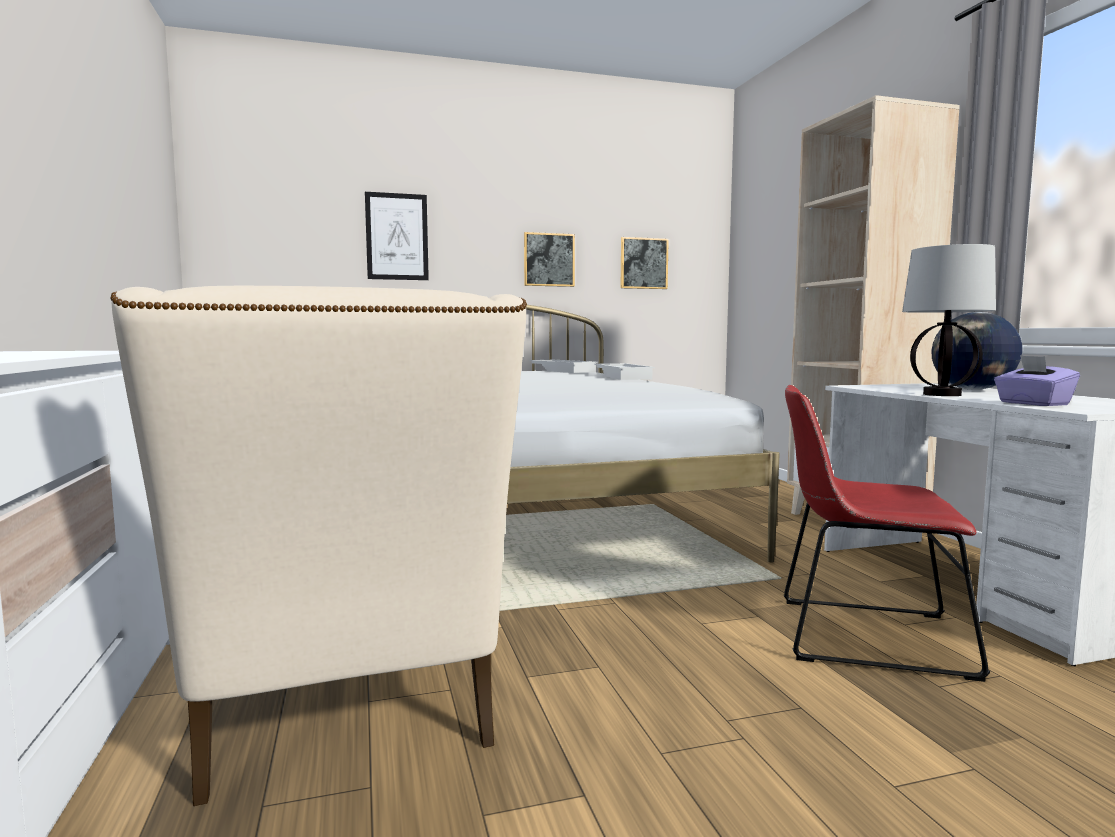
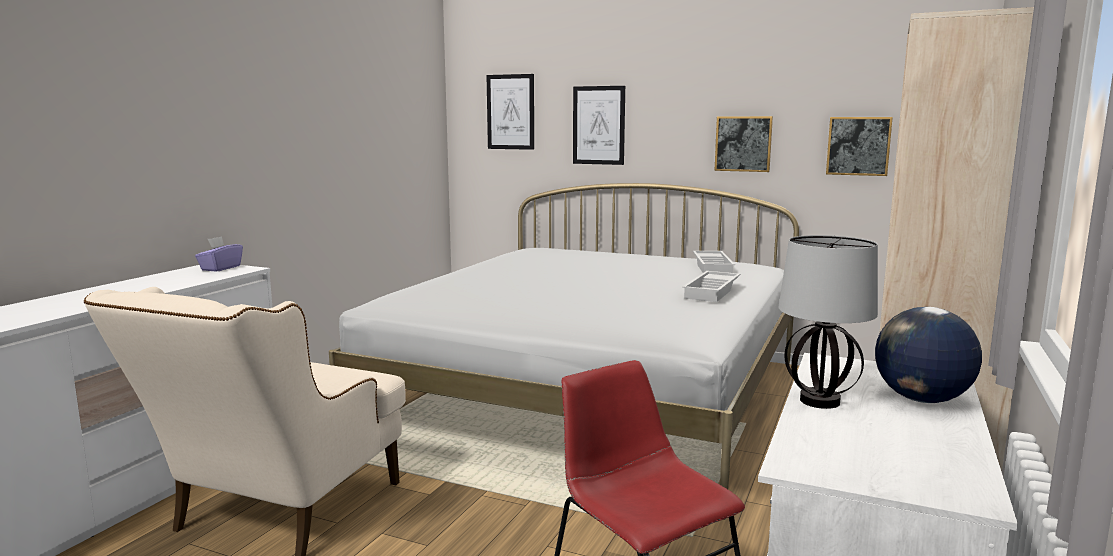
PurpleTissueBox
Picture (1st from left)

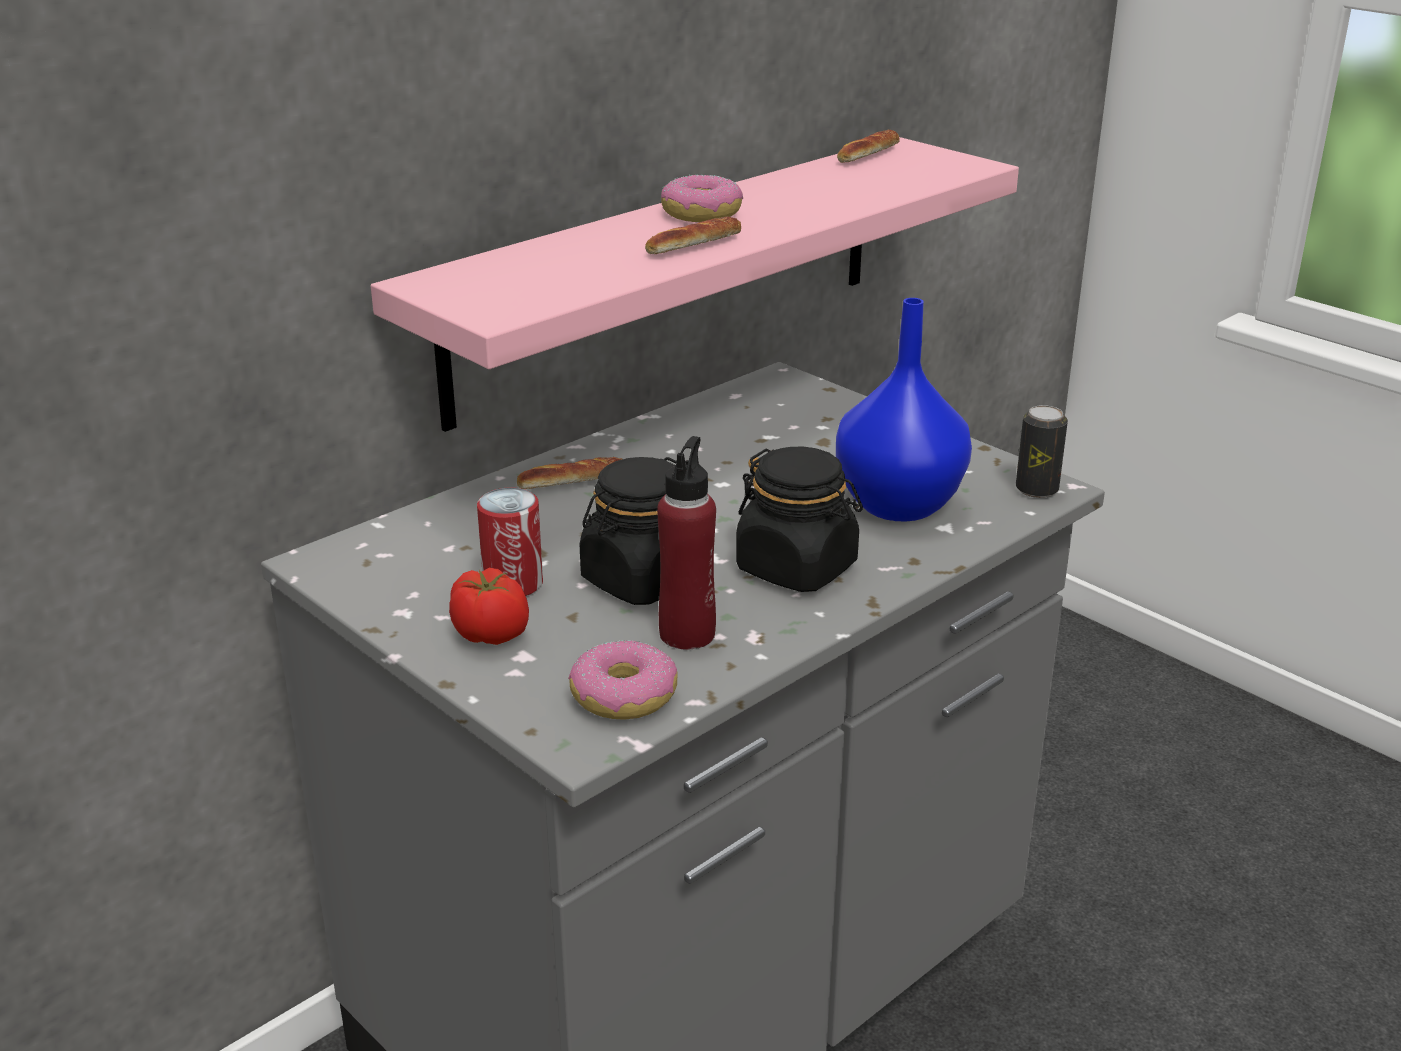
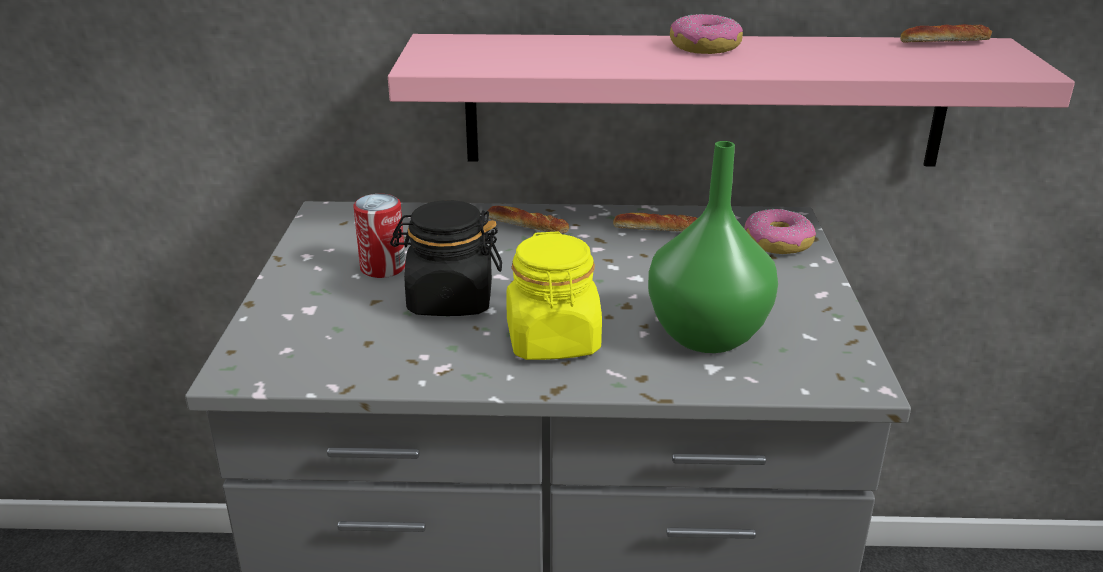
Tomato
Donut (2nd from left)
Bread (2nd from left)
RedBottle
YellowJar
GreenVase
Can (2nd from left in the first image)

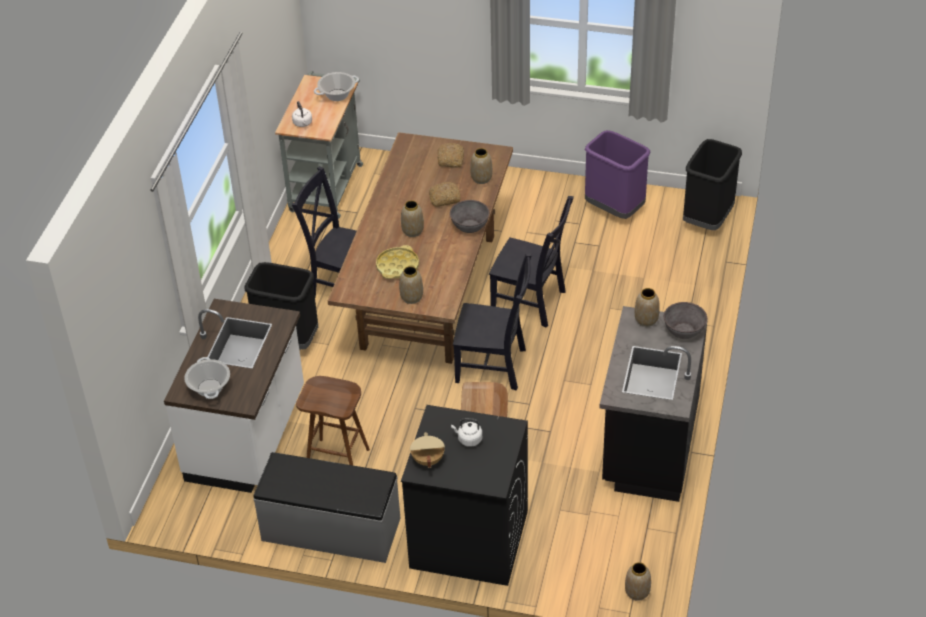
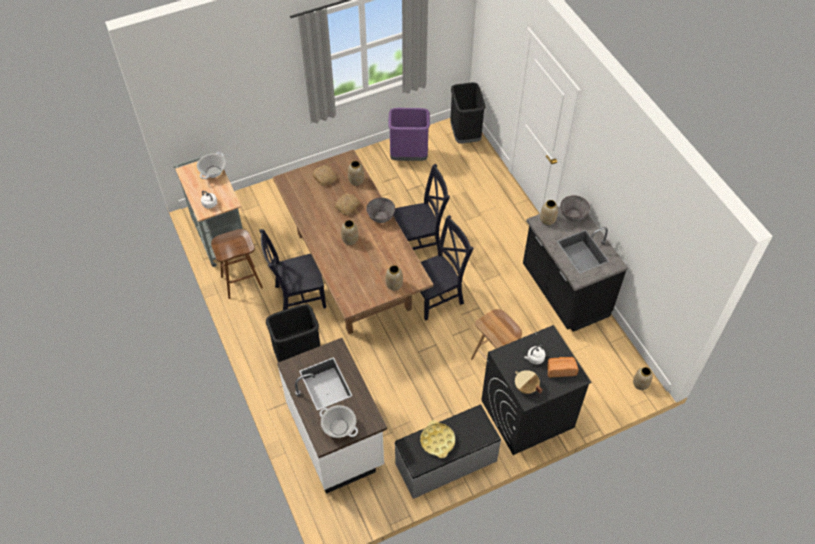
BrownStool (1st from left)
YellowTray
Bread (3rd from left)

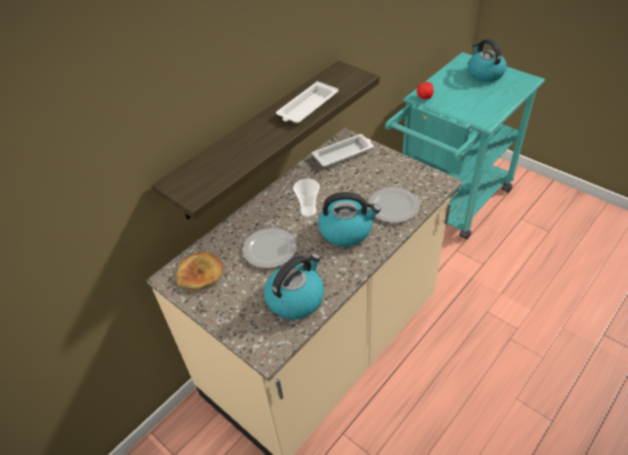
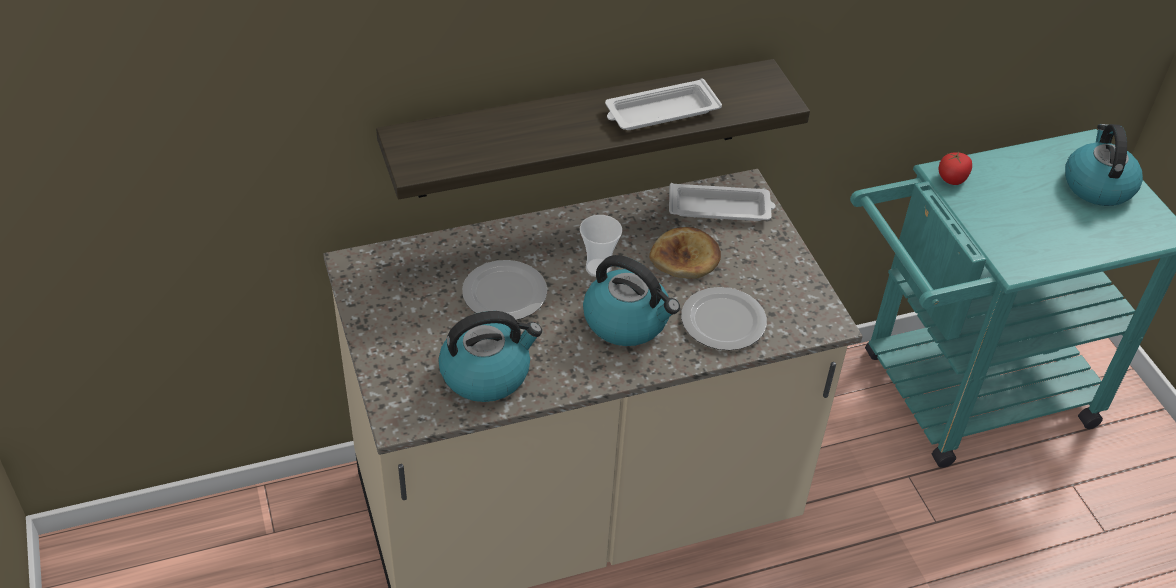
Bread

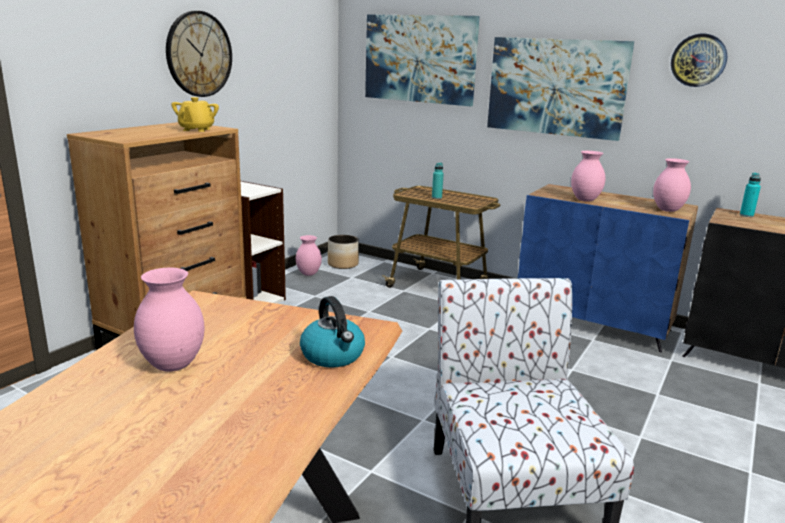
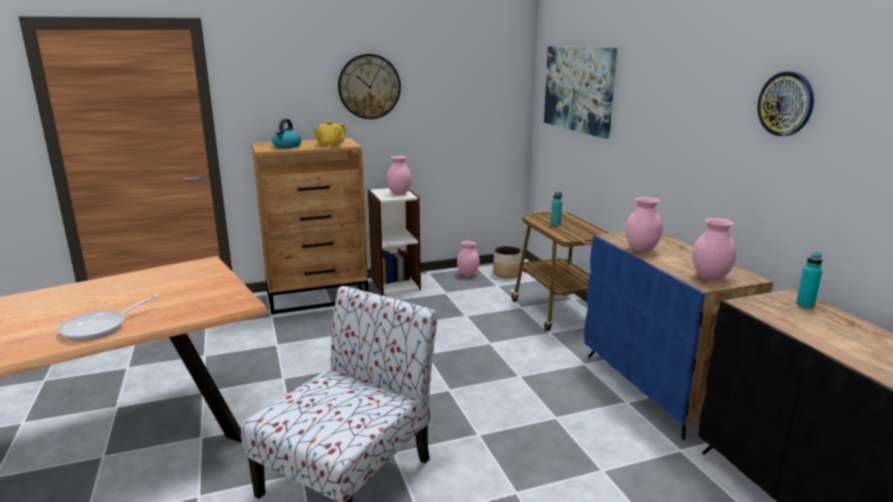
PinkVase (1st from left)
Kettle
Picture (2nd from left in the first image)
FryingPan

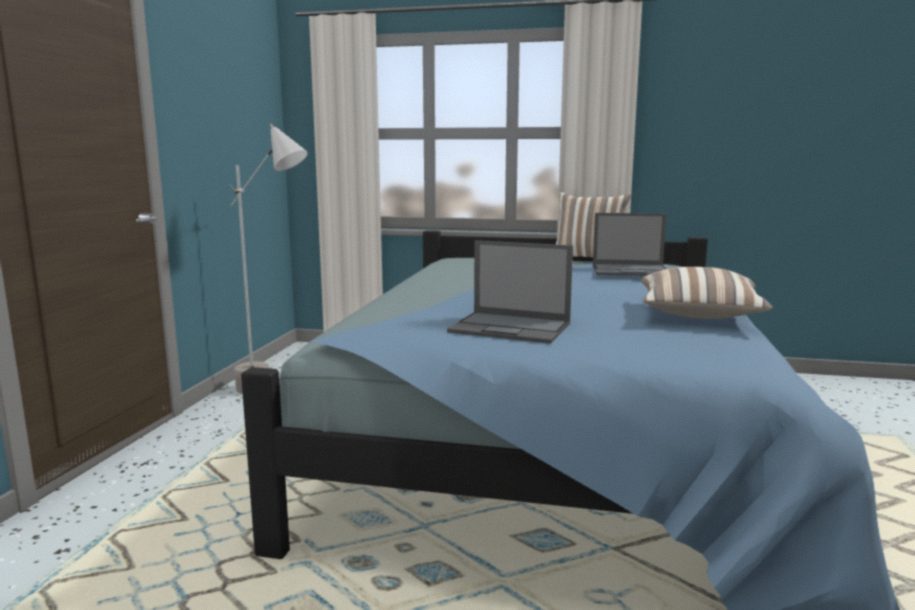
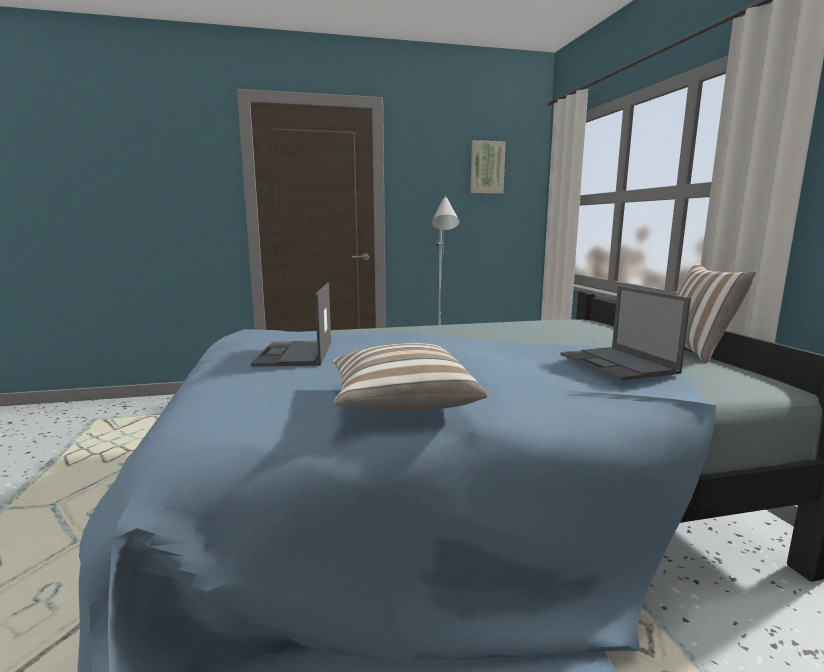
Picture

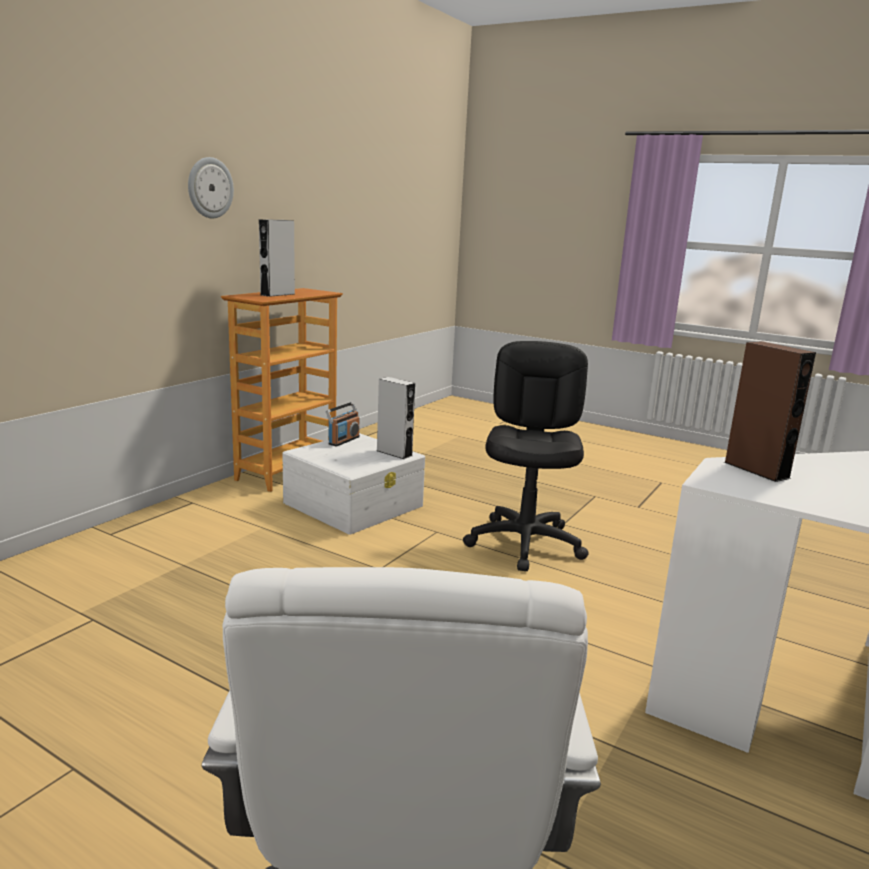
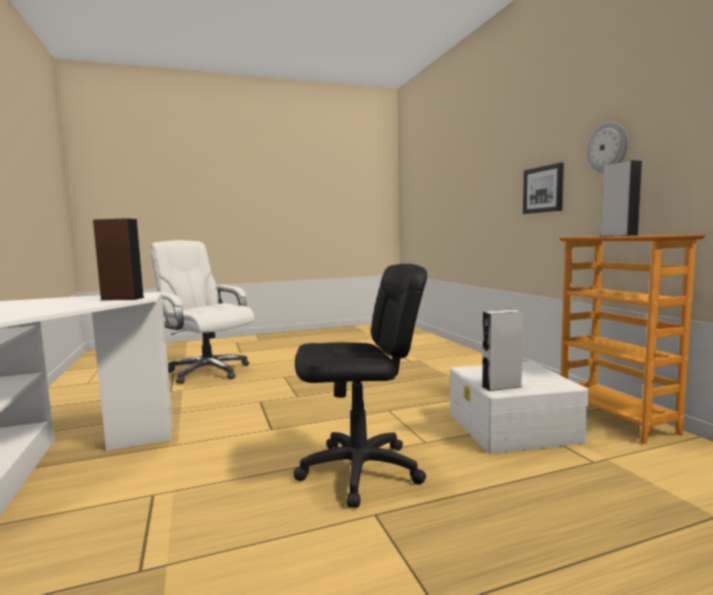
Radio
BlackOfficeChair
Picture

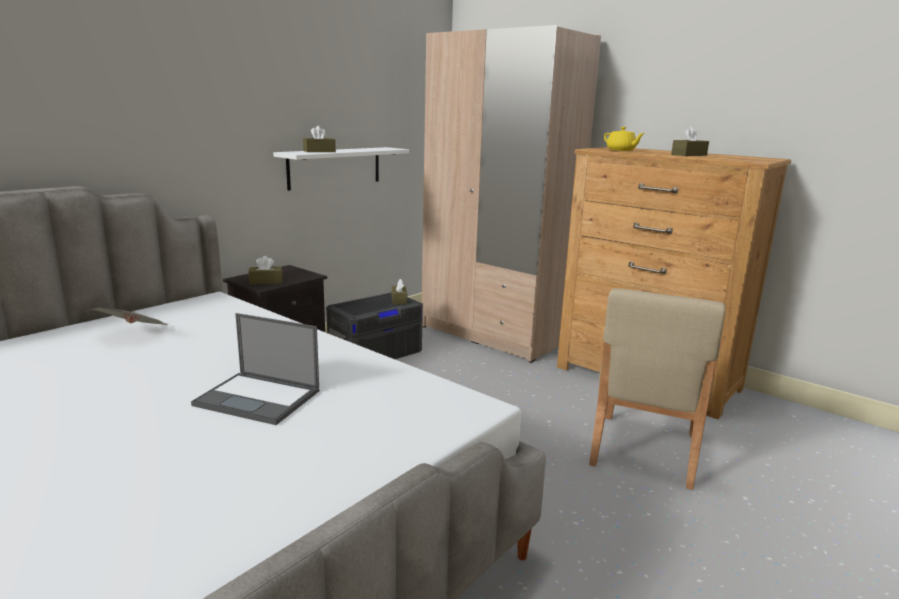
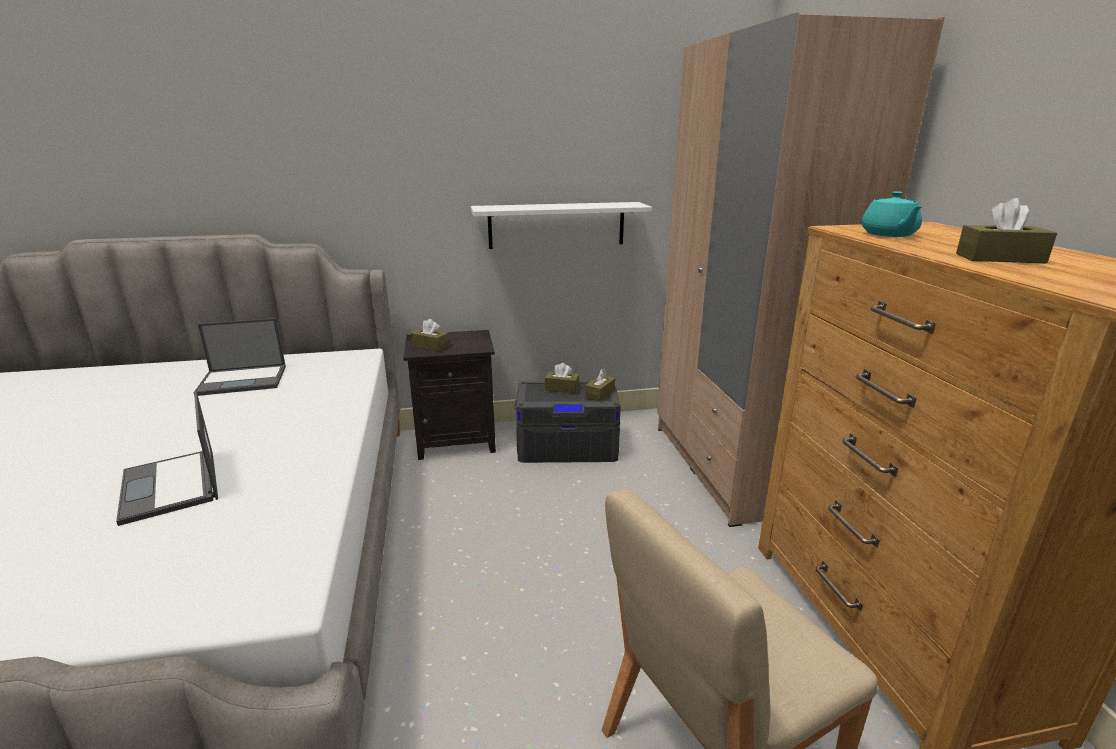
Laptop (2nd from left)
BrownTissueBox (2nd from left)
TurquoiseTeapot

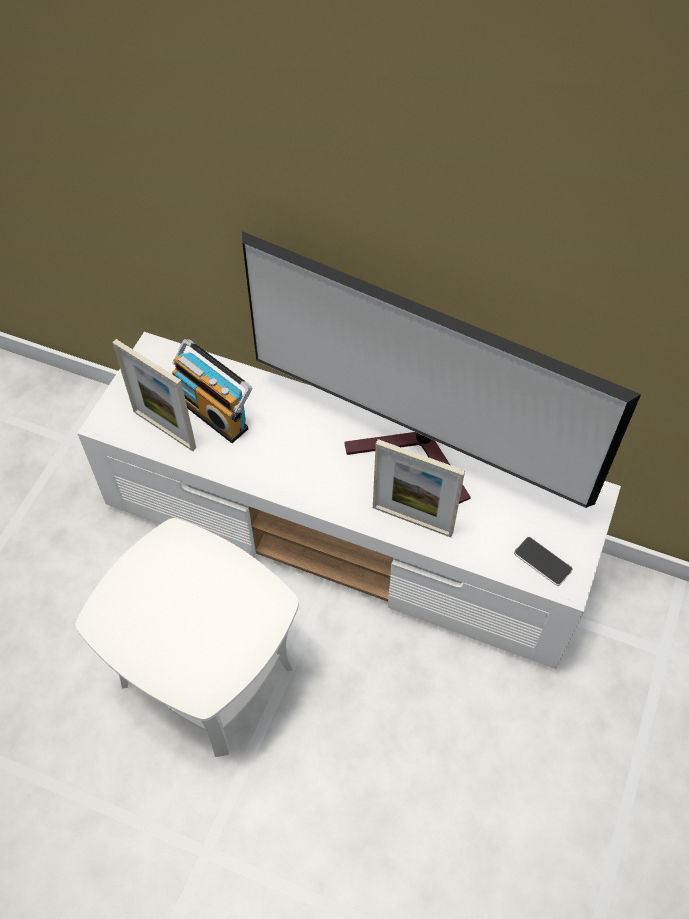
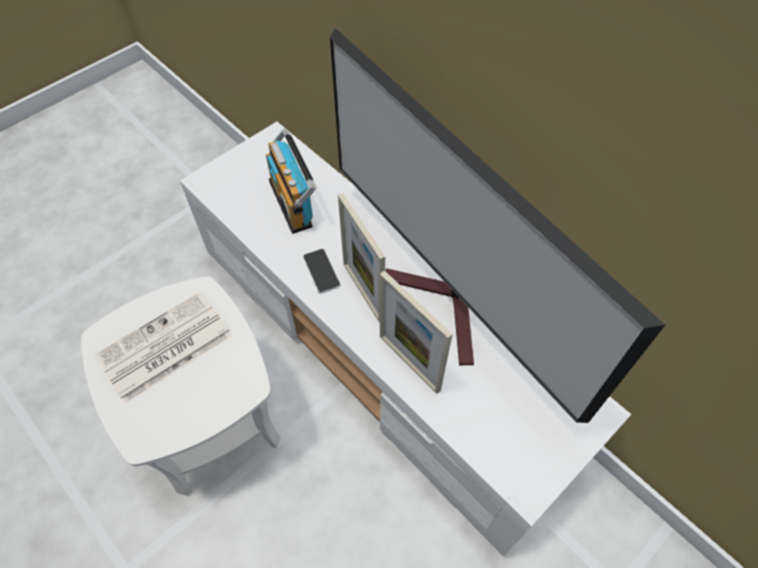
PictureFrame (1st from left)
Phone
Newspaper

